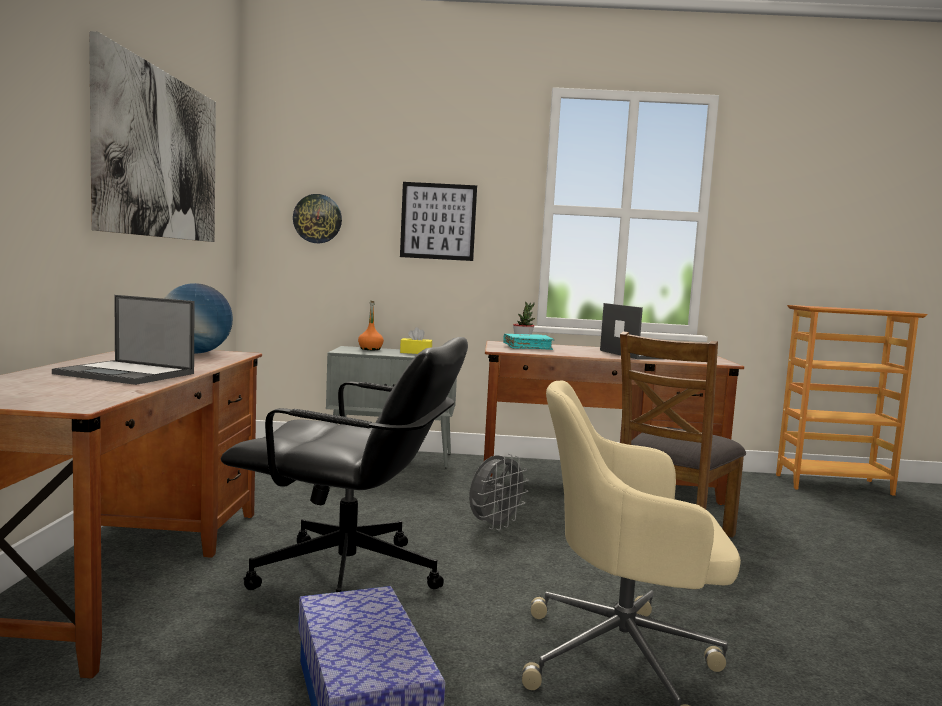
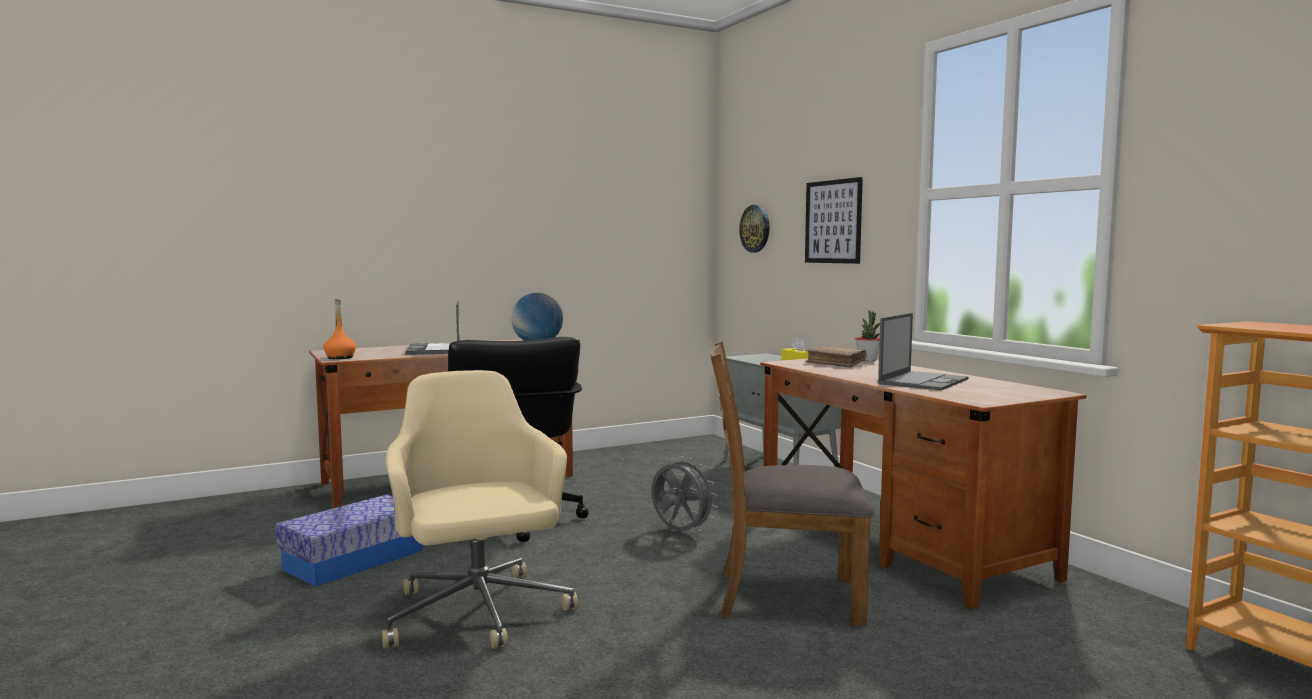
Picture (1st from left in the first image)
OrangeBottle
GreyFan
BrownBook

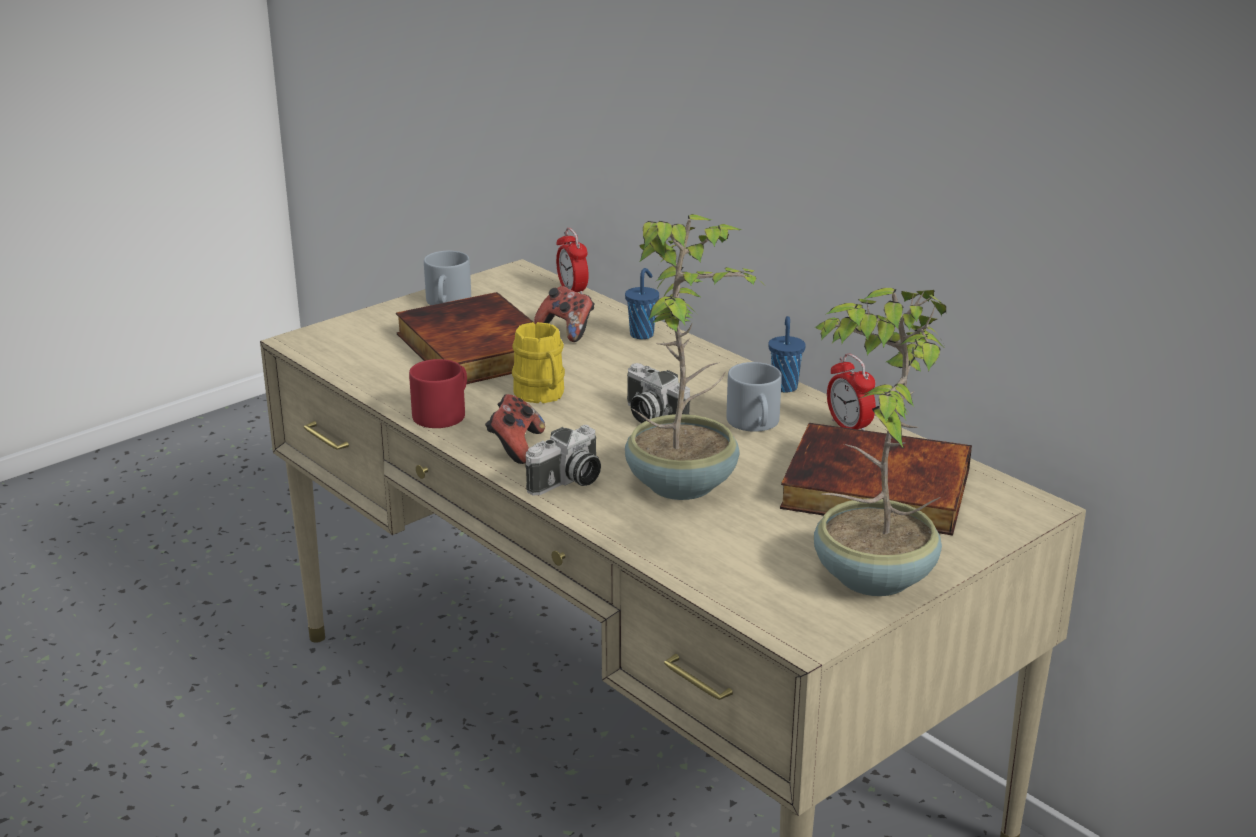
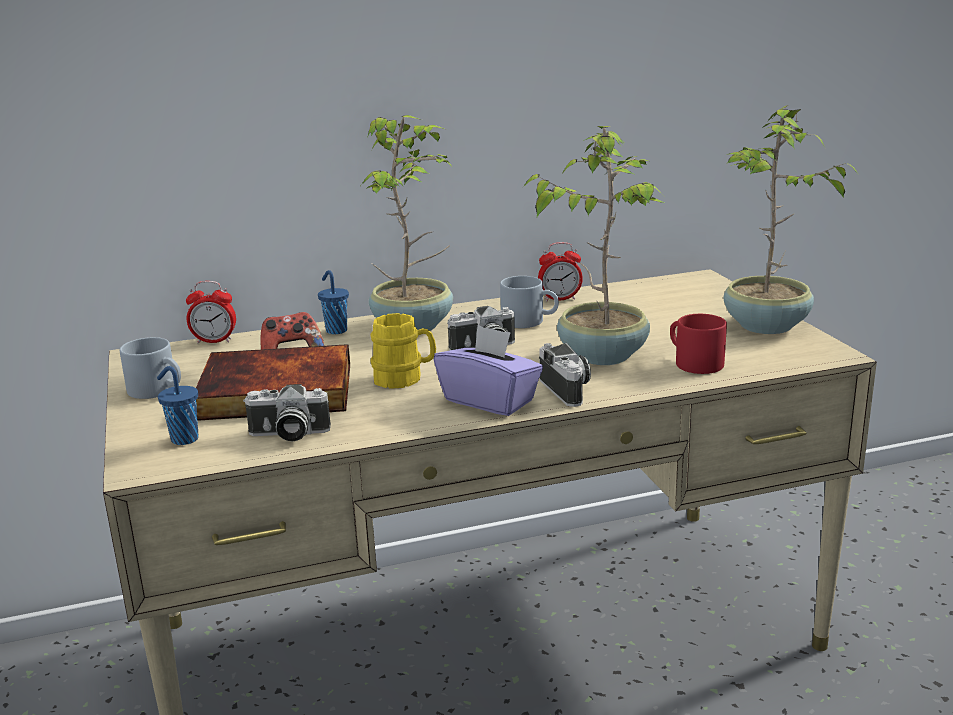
RedMug
PurpleTissueBox
BlueCup (1st from left)
Book (2nd from left in the first image)
PhotoCamera (1st from left)
PottedPlant (1st from left)

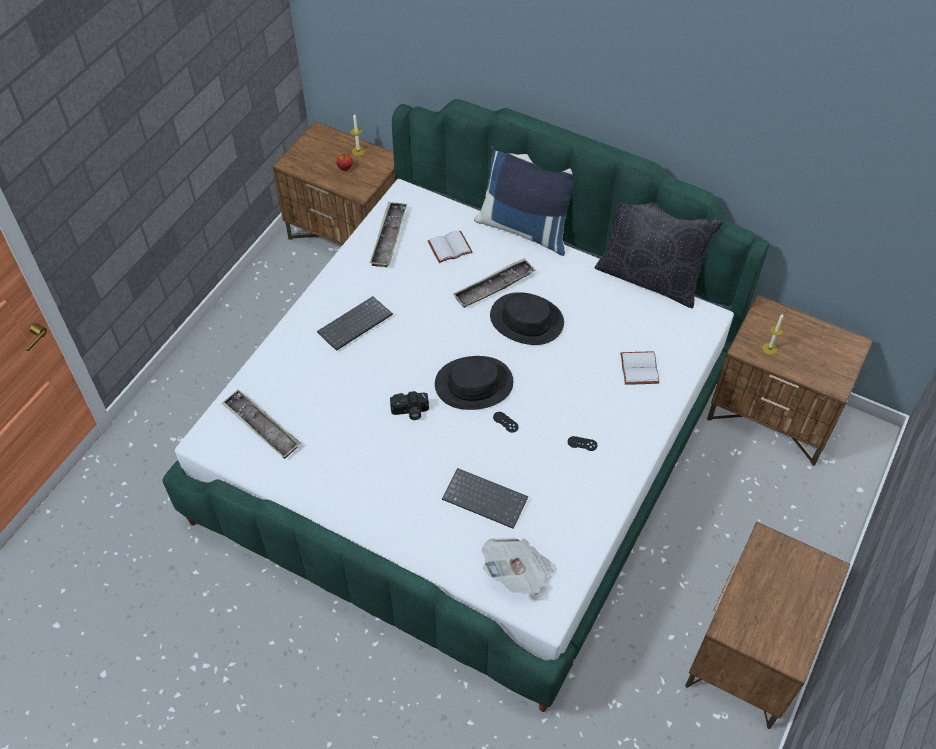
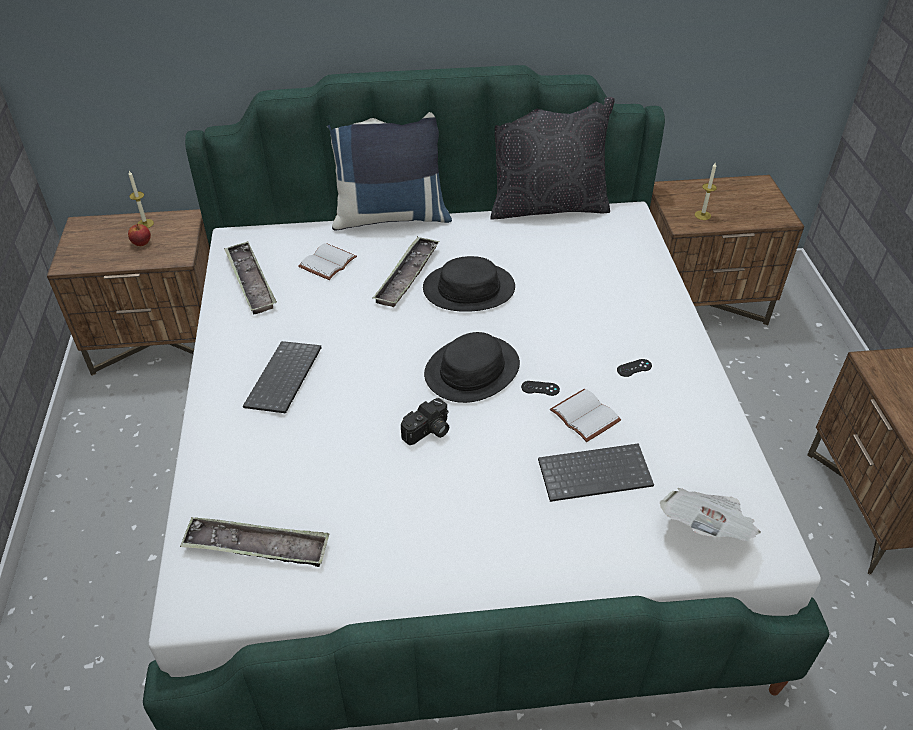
WhiteBook (2nd from left)

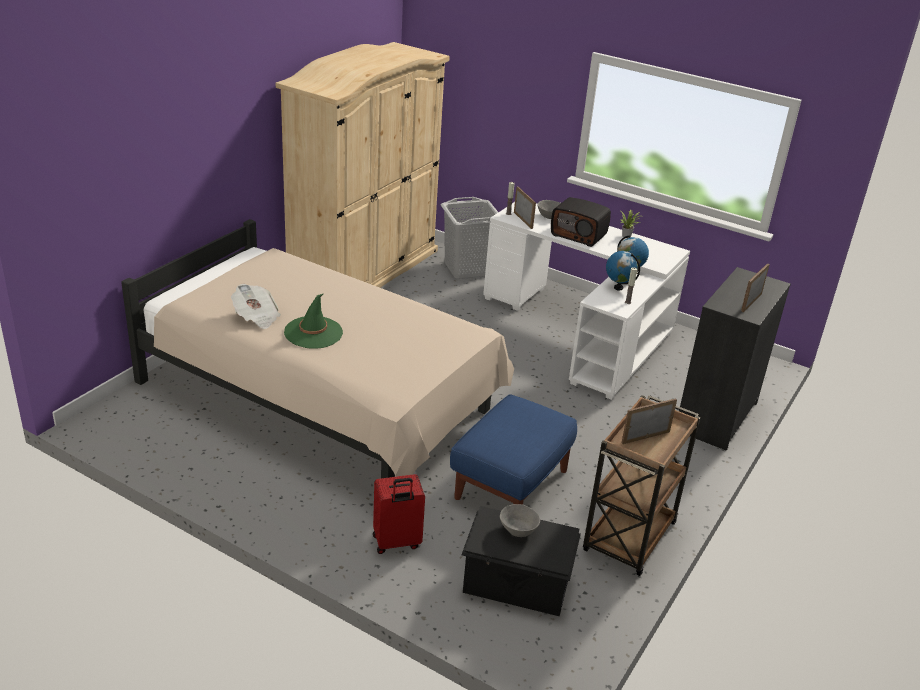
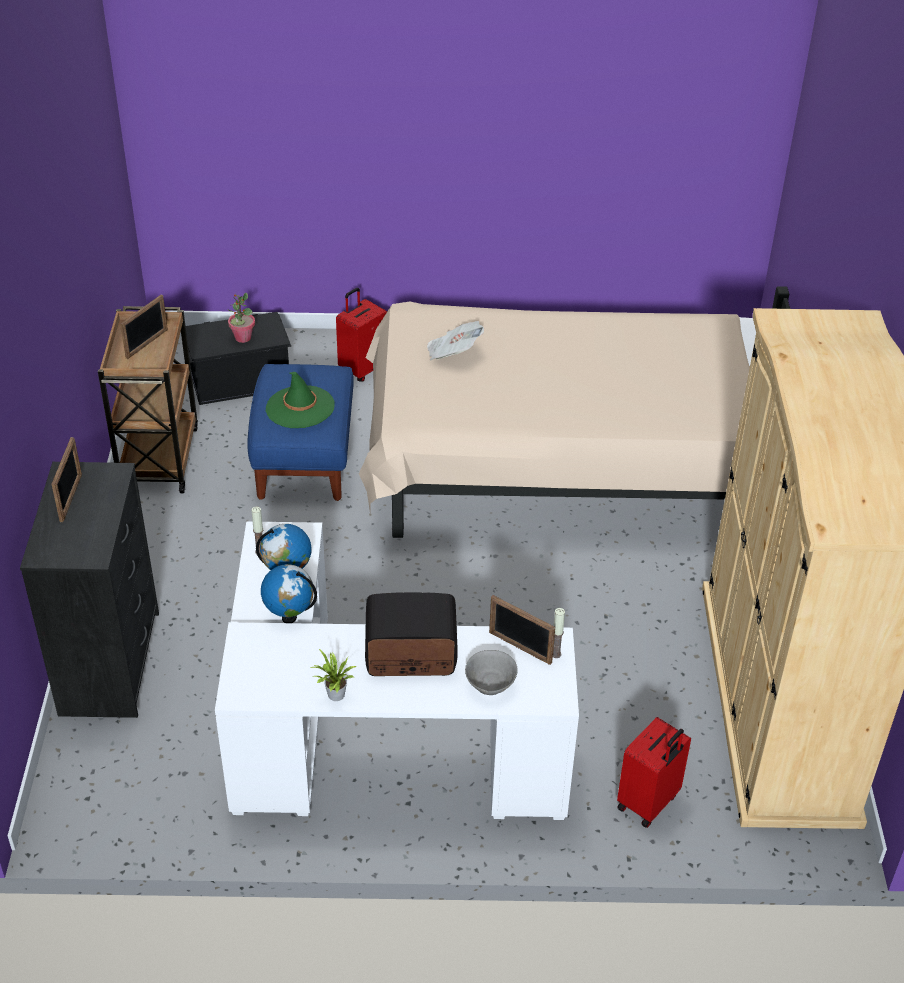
Newspaper
GreenHat
RedSuitcase (2nd from left)
PottedPlant (1st from left)

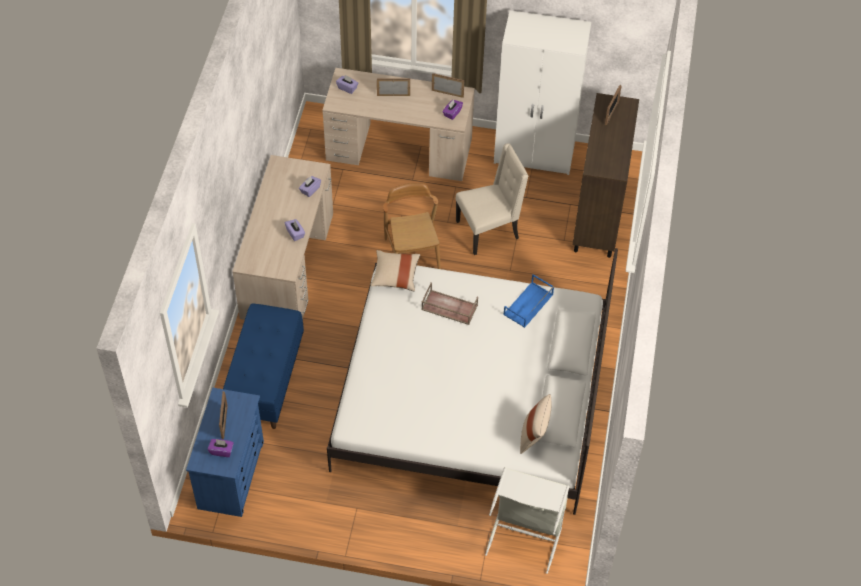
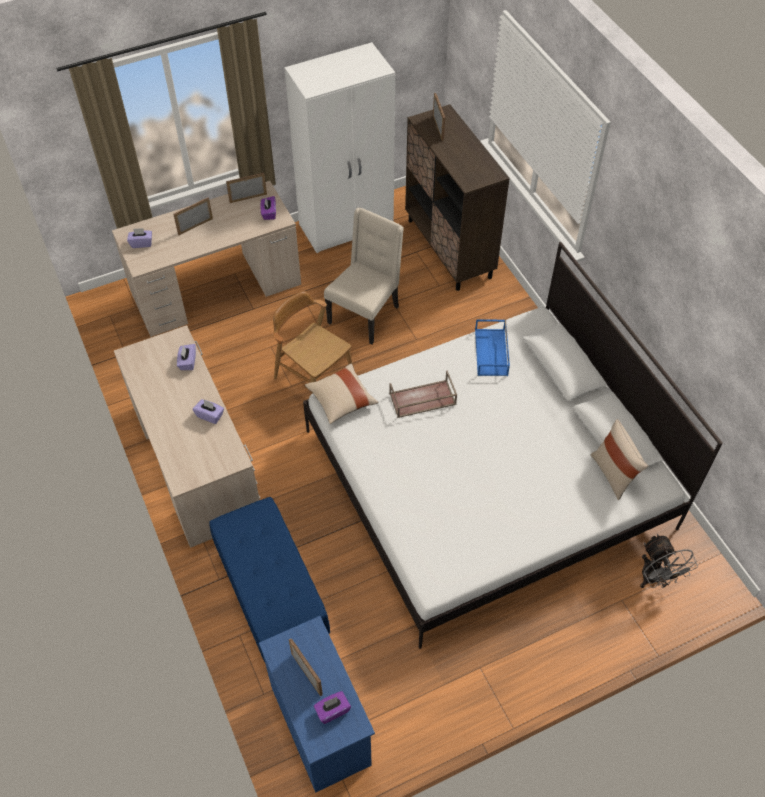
GreyFan

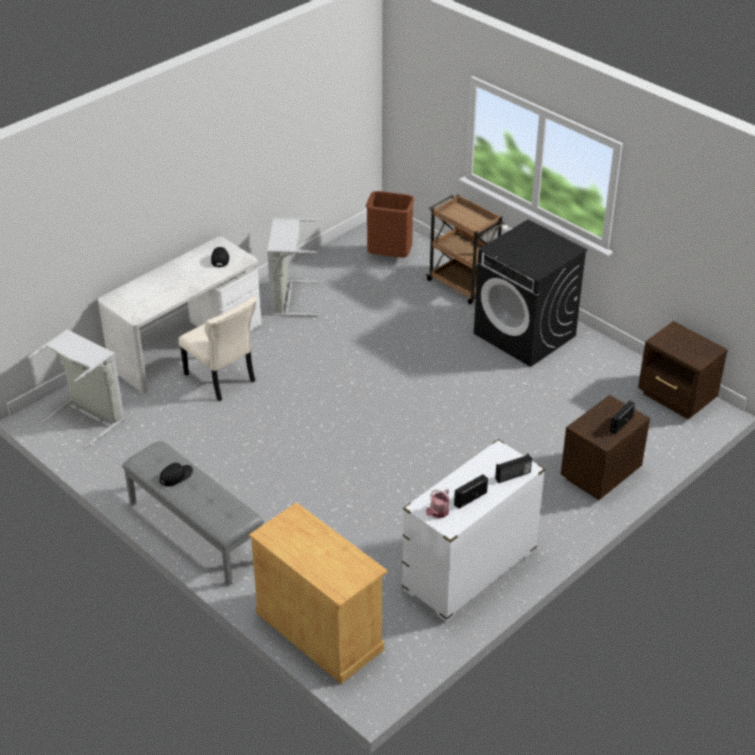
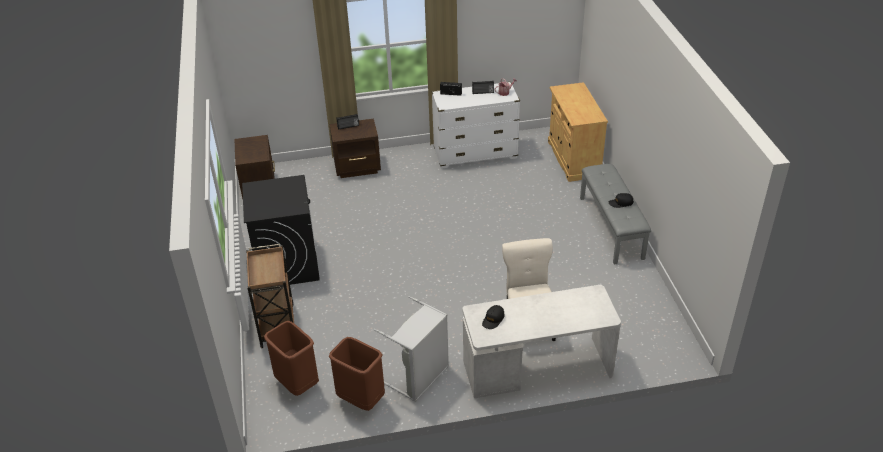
GreyLaundryBasket (1st from left in the first image)
BrownTrashCan (2nd from left)

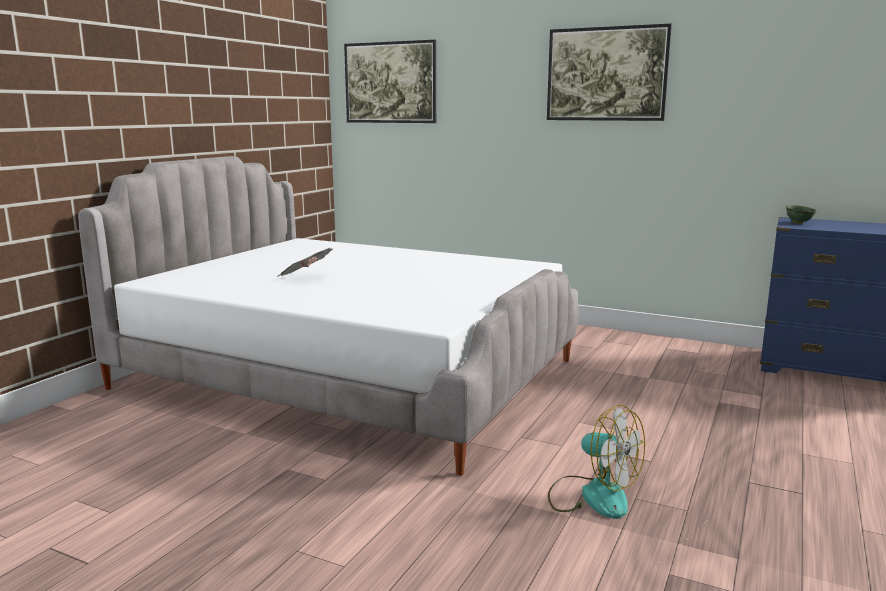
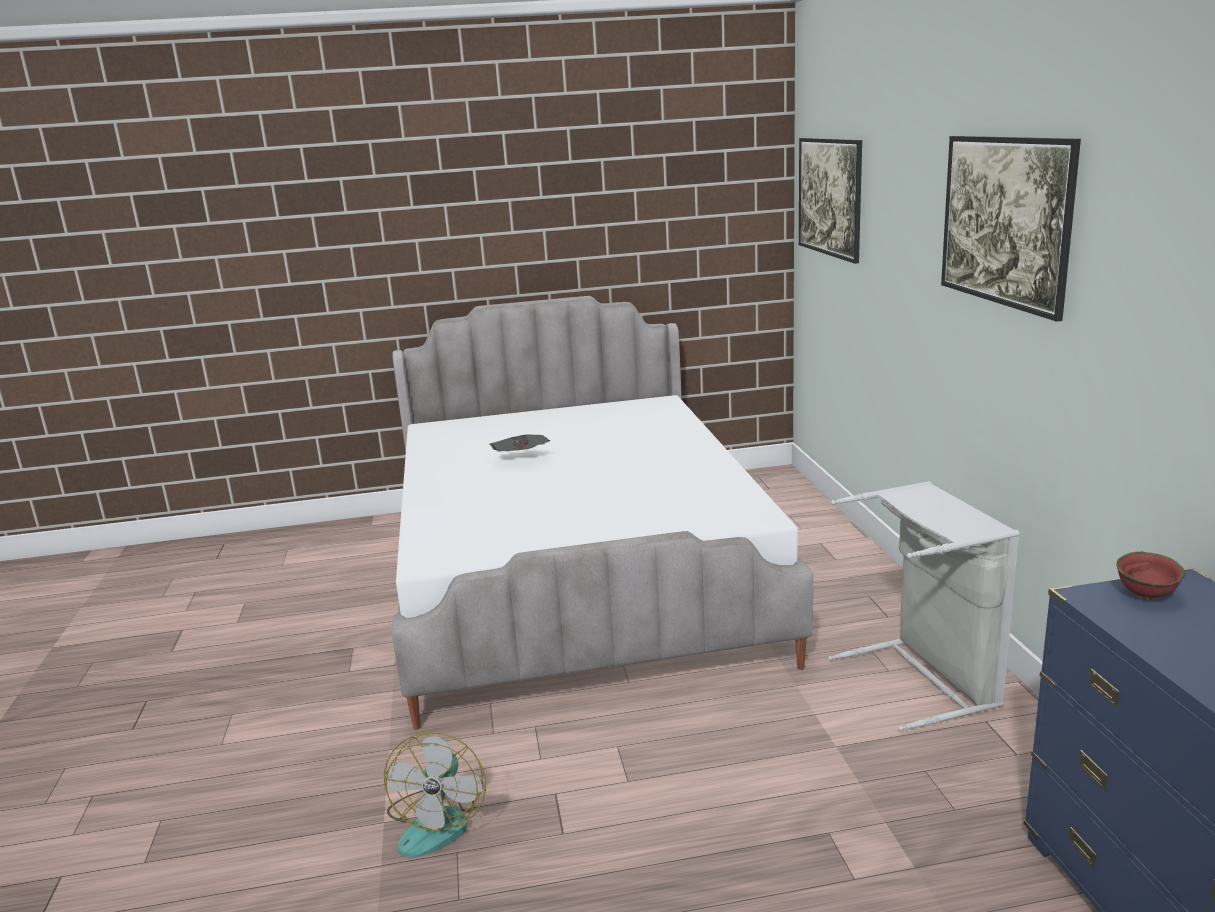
RedBowl
GreyLaundryBasket

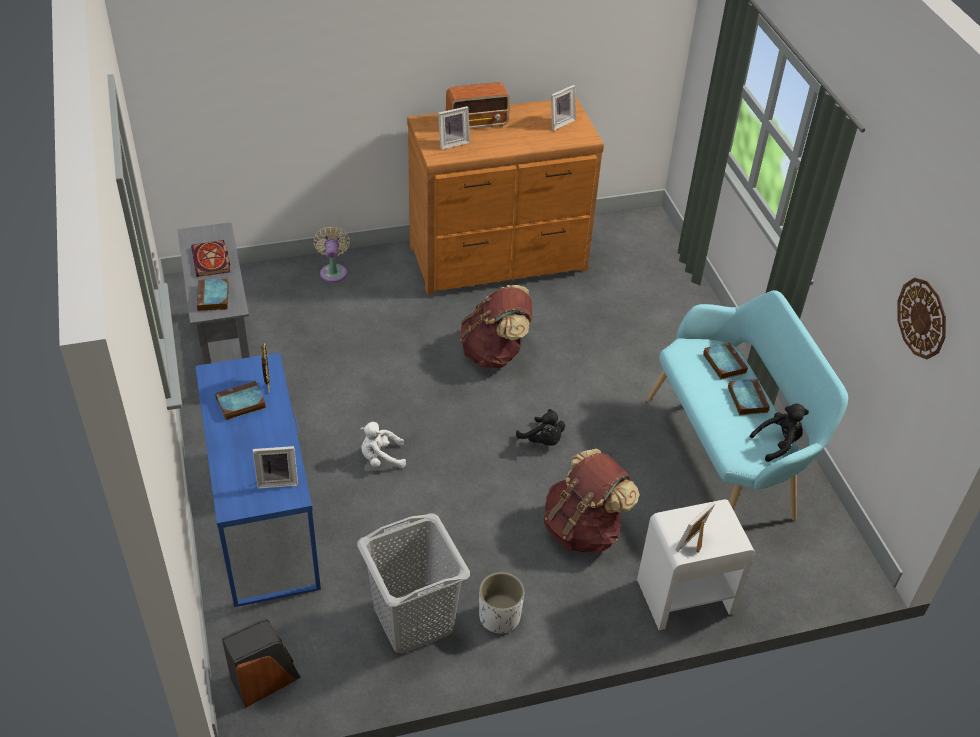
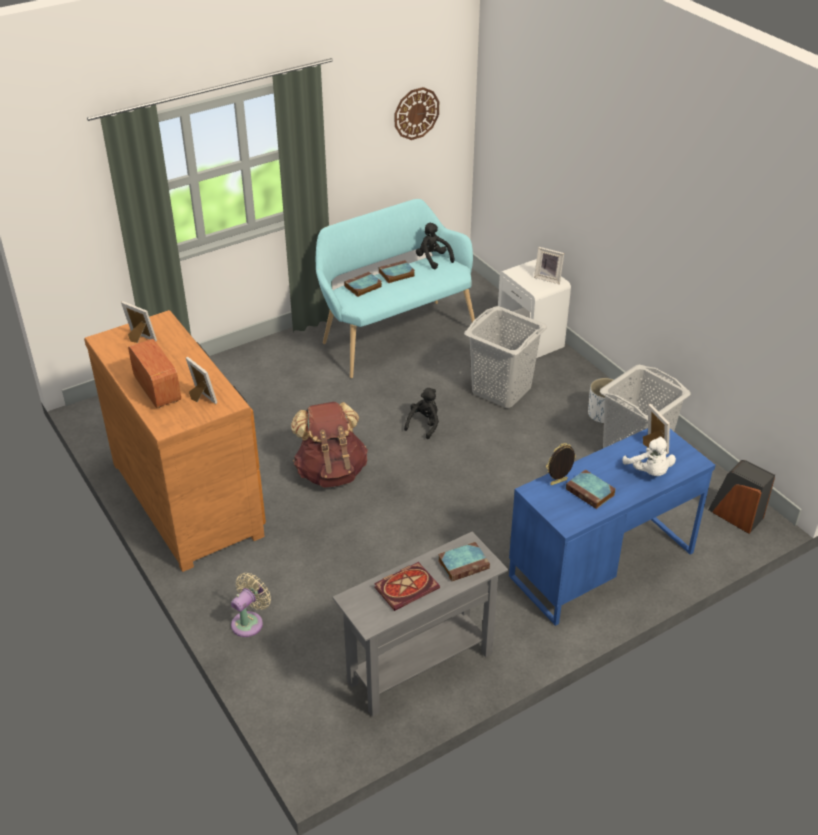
BeigeFan
WhitePlushToy
GreyLaundryBasket (1st from left)

